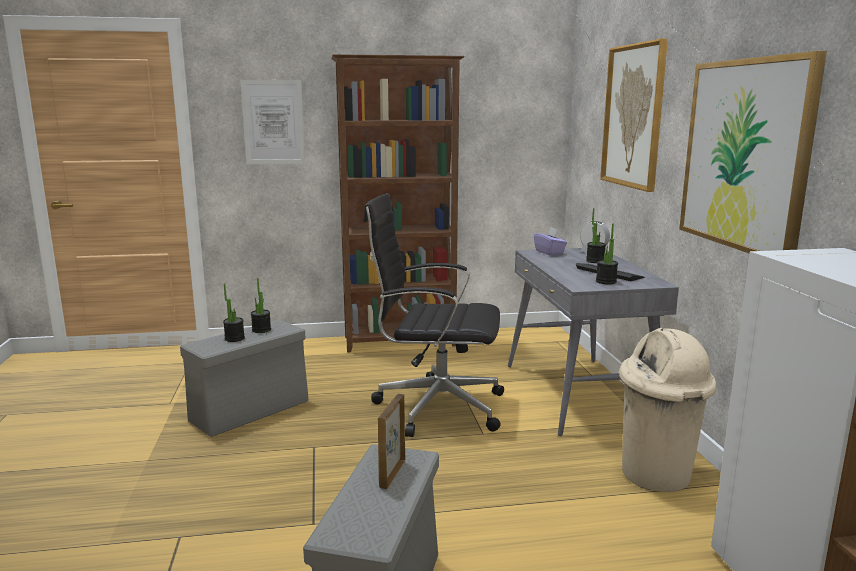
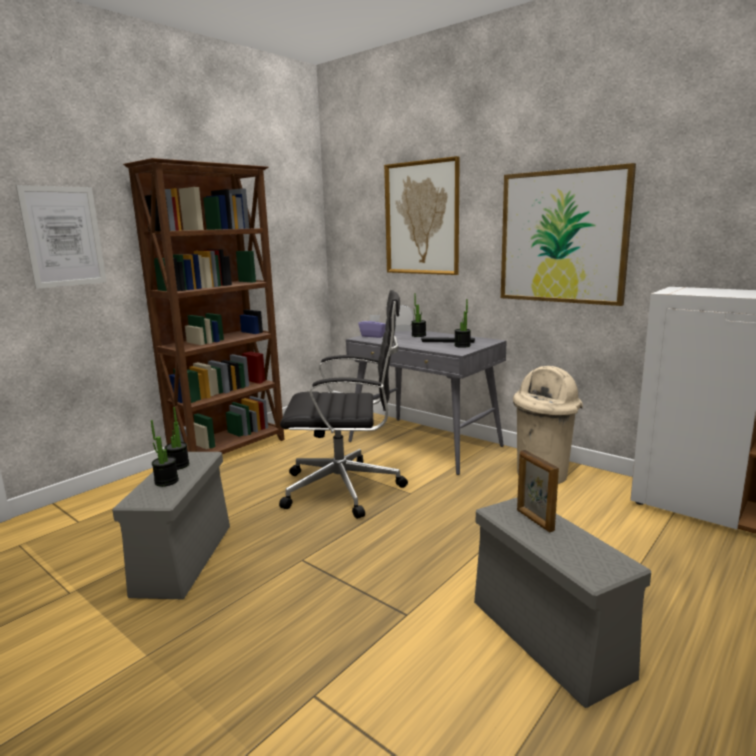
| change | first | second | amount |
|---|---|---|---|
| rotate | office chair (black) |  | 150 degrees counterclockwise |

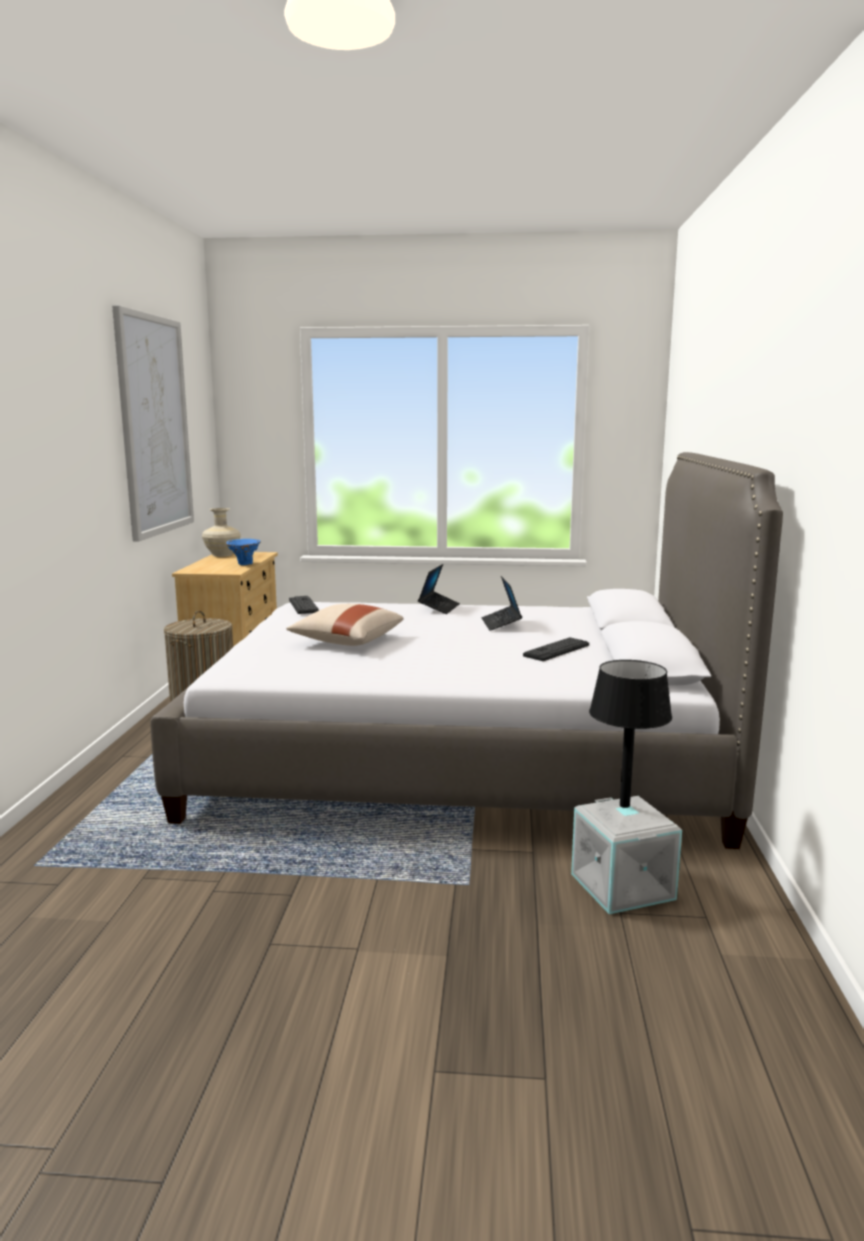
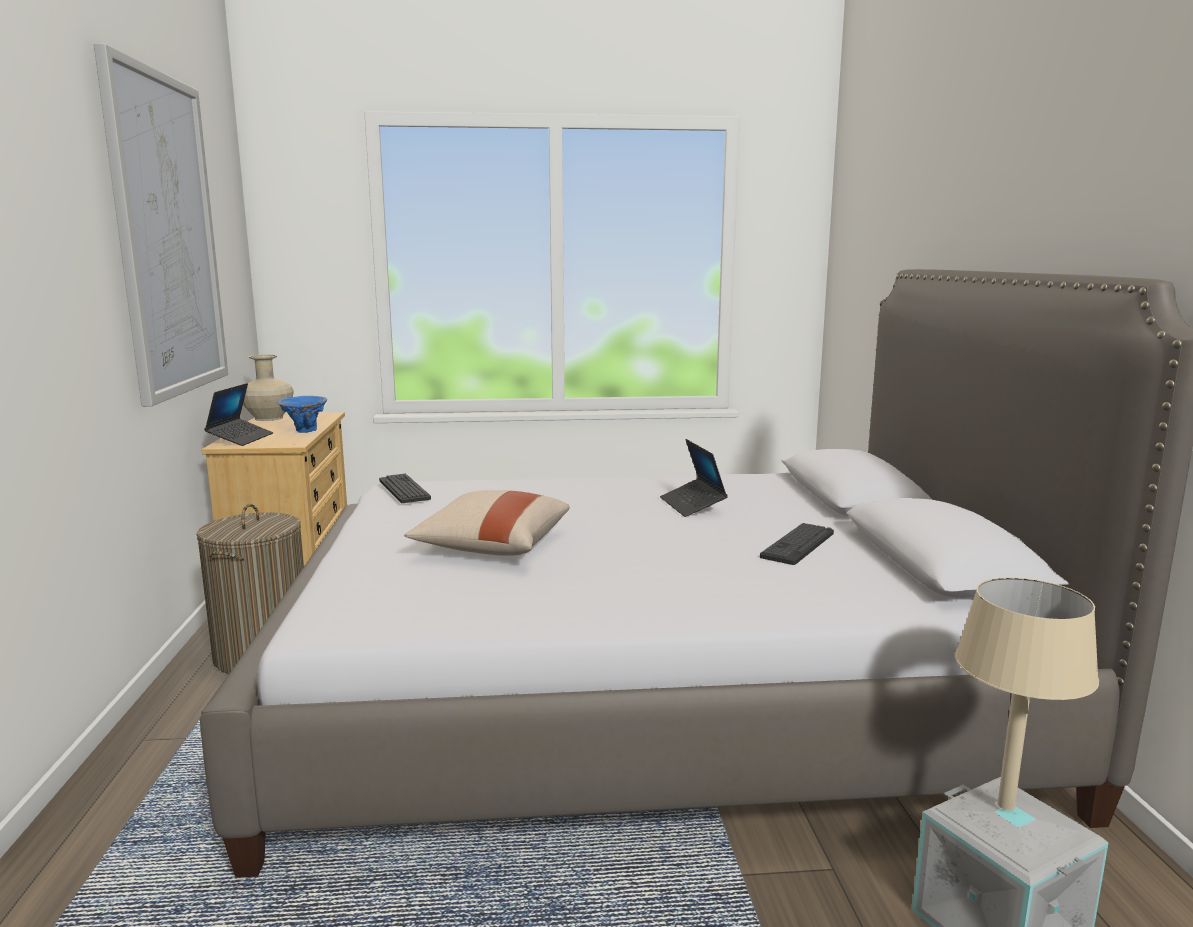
| change | first | second | amount |
|---|---|---|---|
| move | laptop (1st from left) |  |  |
| recolor | table lamp (black) | table lamp (beige) |  |

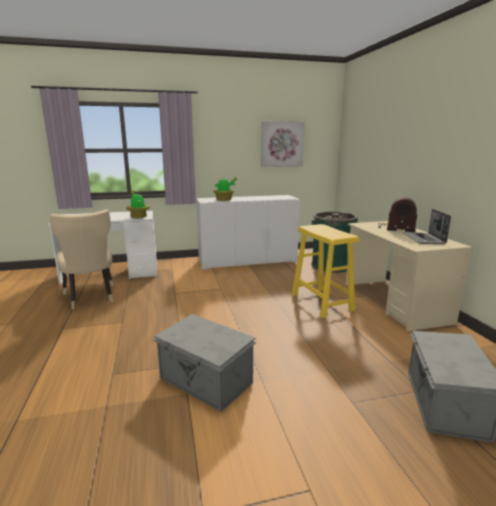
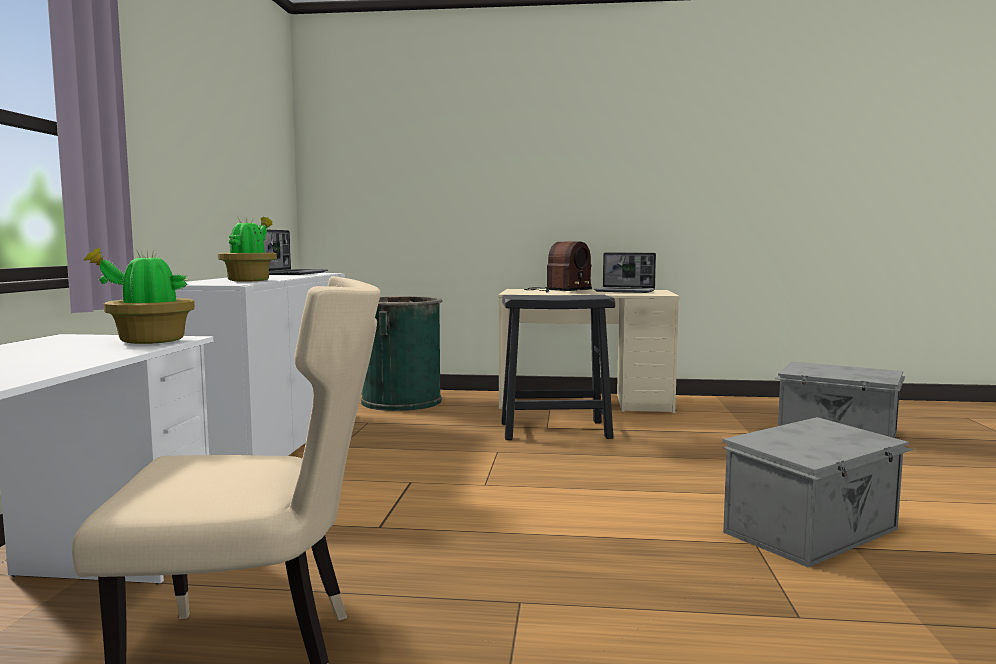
| change | first | second | amount |
|---|---|---|---|
| delete | picture |  |  |
| insert |  | laptop (1st from left) |  |
| recolor | stool (yellow) | stool (black) |  |

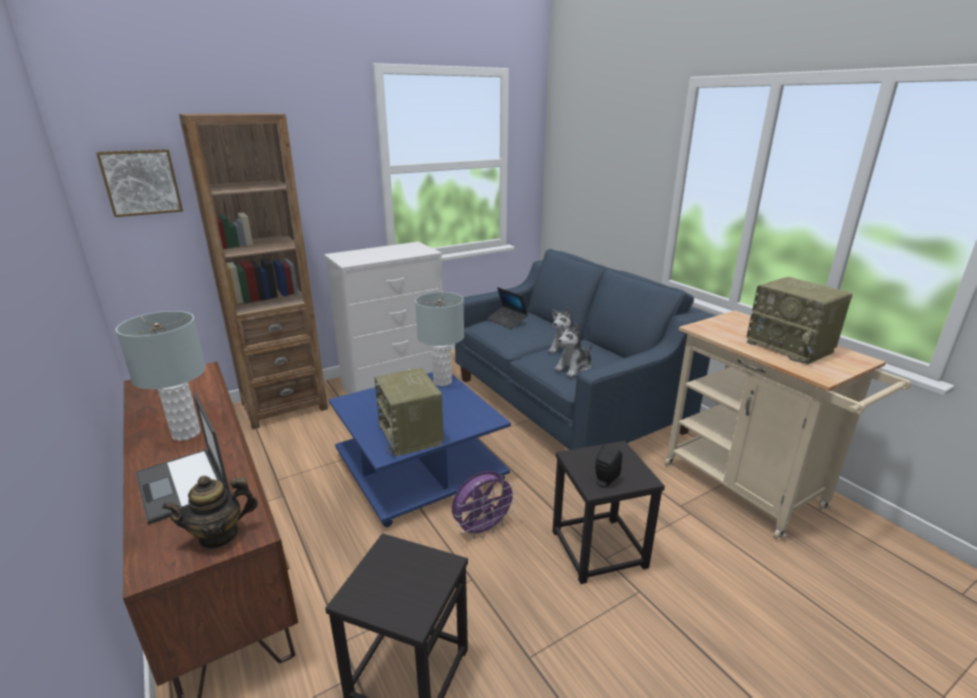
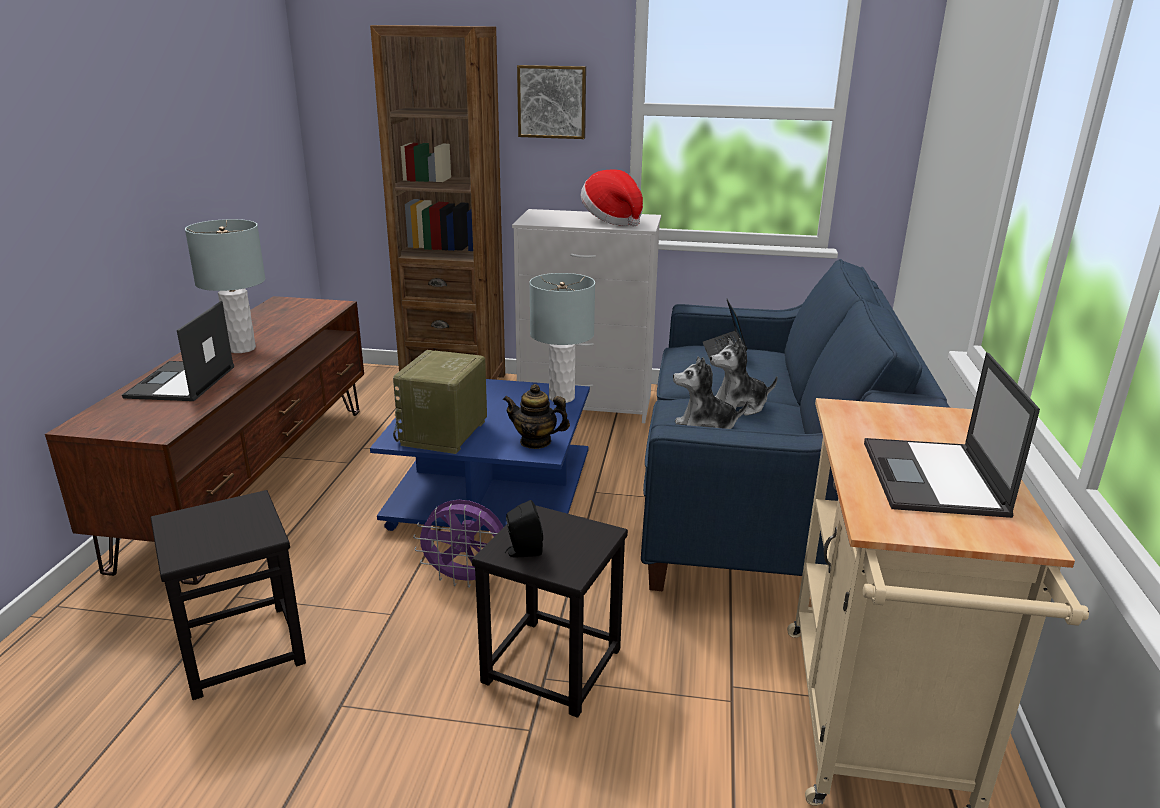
| change | first | second | amount |
|---|---|---|---|
| insert |  | hat |  |
| move | picture |  |  |
| move | teapot |  |  |
| replace | radio (2nd from left) | laptop (3rd from left) |  |

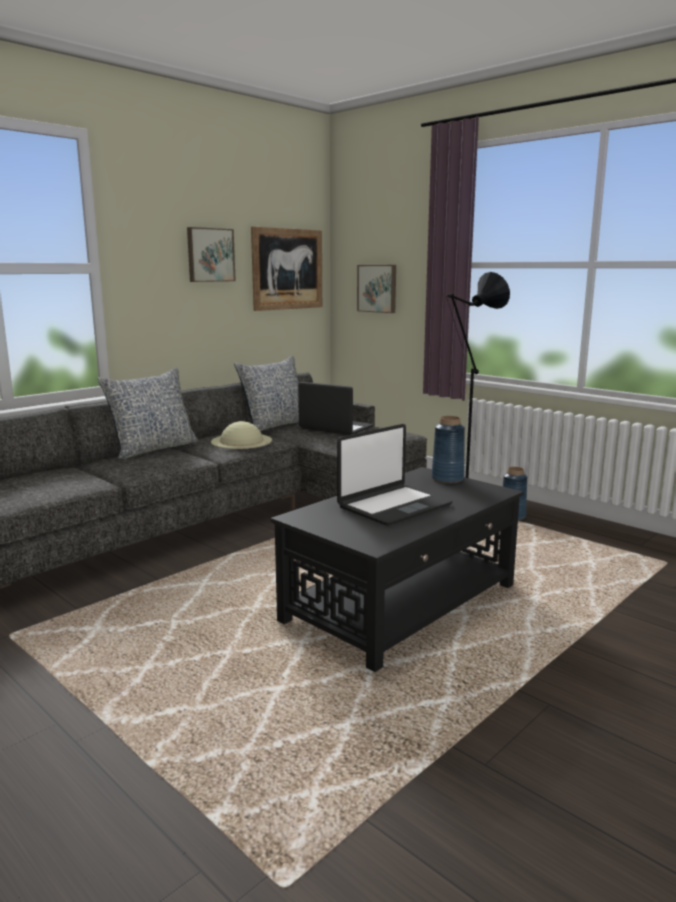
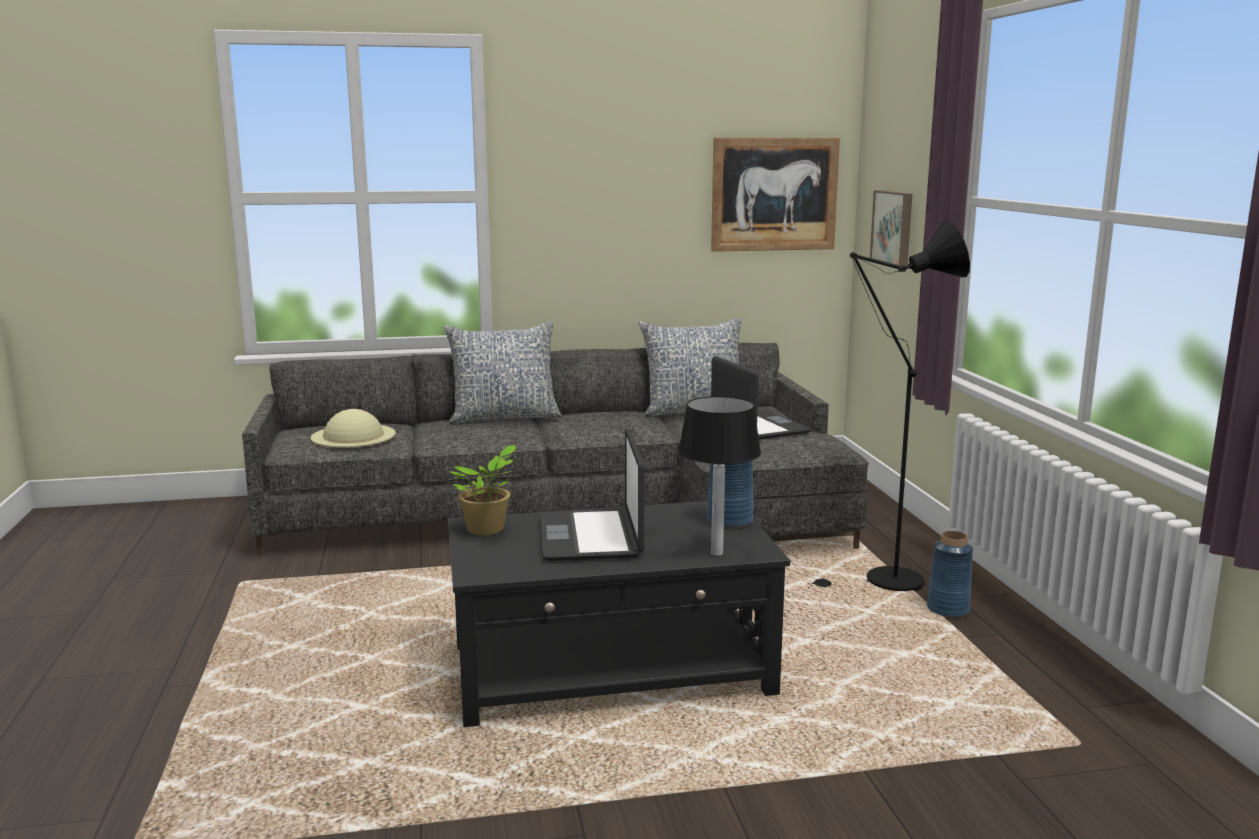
| change | first | second | amount |
|---|---|---|---|
| delete | picture (1st from left) |  |  |
| insert |  | potted plant |  |
| insert |  | table lamp |  |
| move | hat (beige) |  |  |
| rotate | laptop (2nd from left in the first image) | laptop (1st from left) | 90 degrees clockwise |

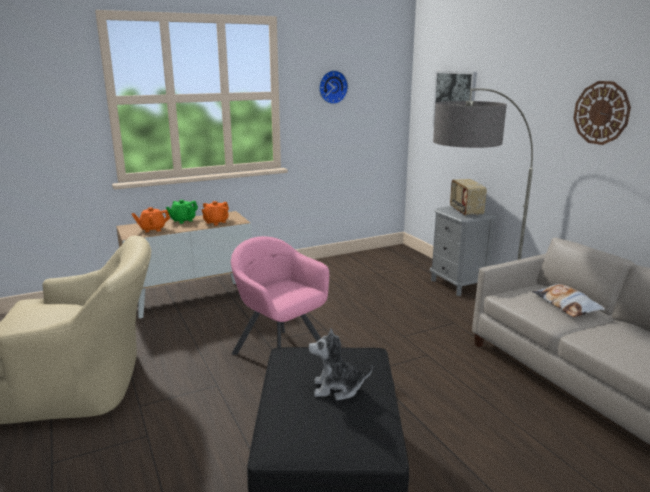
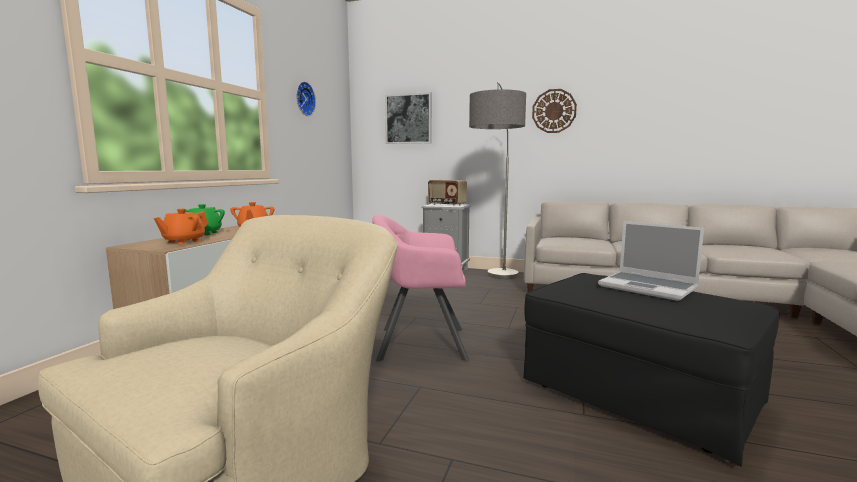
| change | first | second | amount |
|---|---|---|---|
| delete | pillow |  |  |
| replace | plush toy | laptop |  |

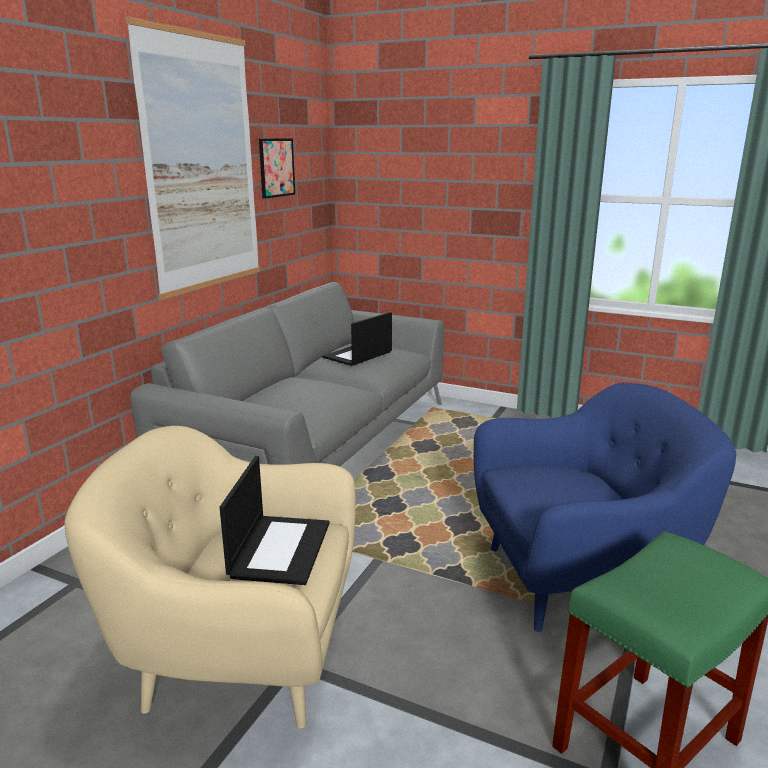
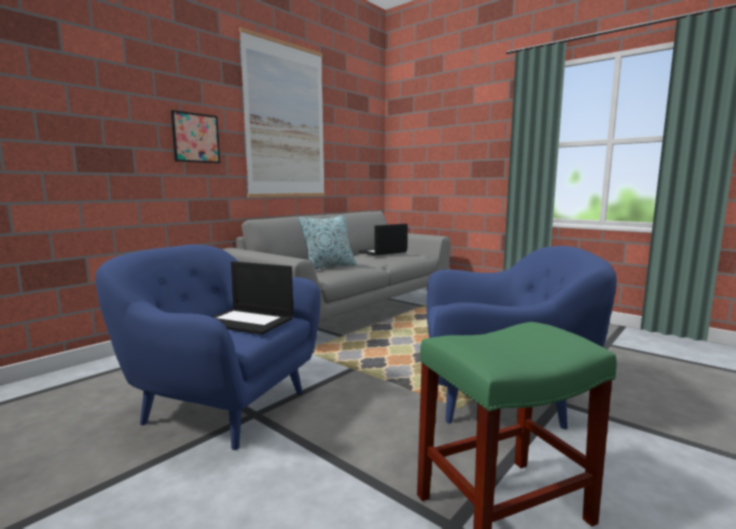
| change | first | second | amount |
|---|---|---|---|
| insert |  | pillow |  |
| move | picture (2nd from left in the first image) | picture (1st from left) |  |
| recolor | armchair (beige) | armchair (blue) (1st from left) |  |
| rotate | laptop (1st from left) |  | 90 degrees clockwise |

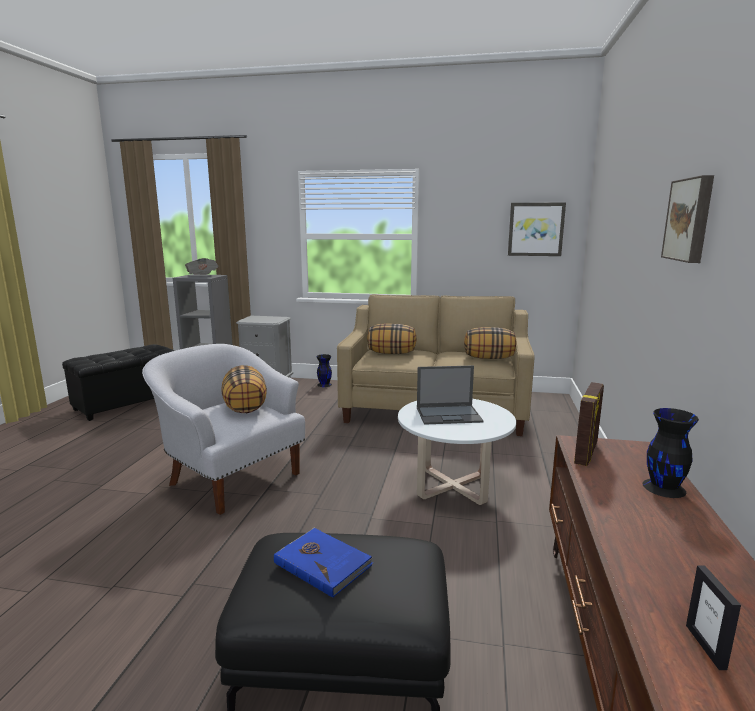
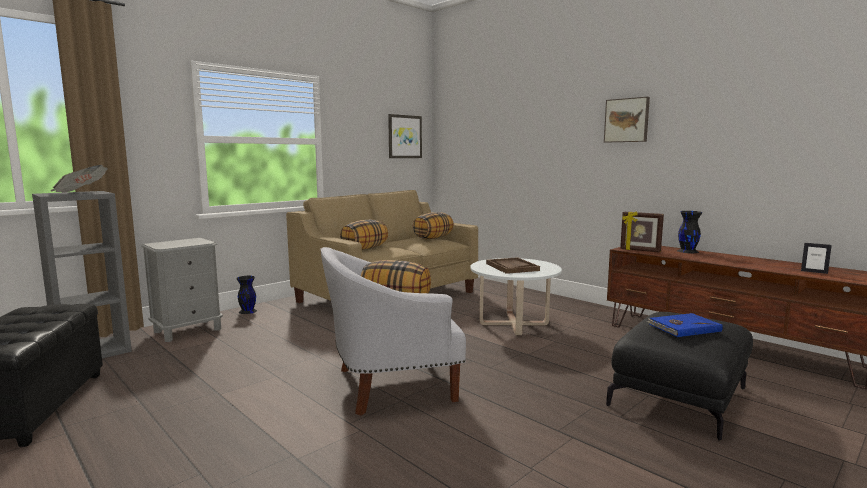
| change | first | second | amount |
|---|---|---|---|
| replace | laptop | tray (brown) |  |
| rotate | picture frame (1st from left) |  | 150 degrees clockwise |

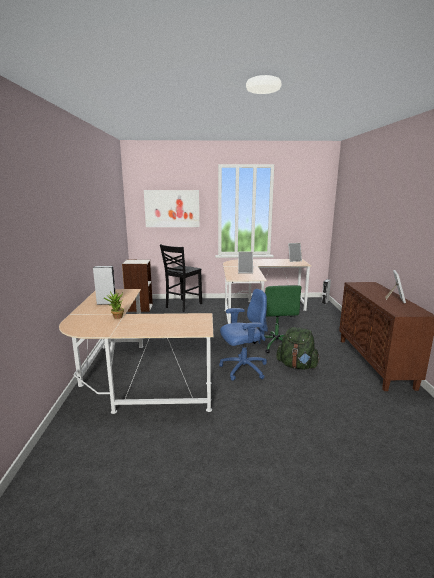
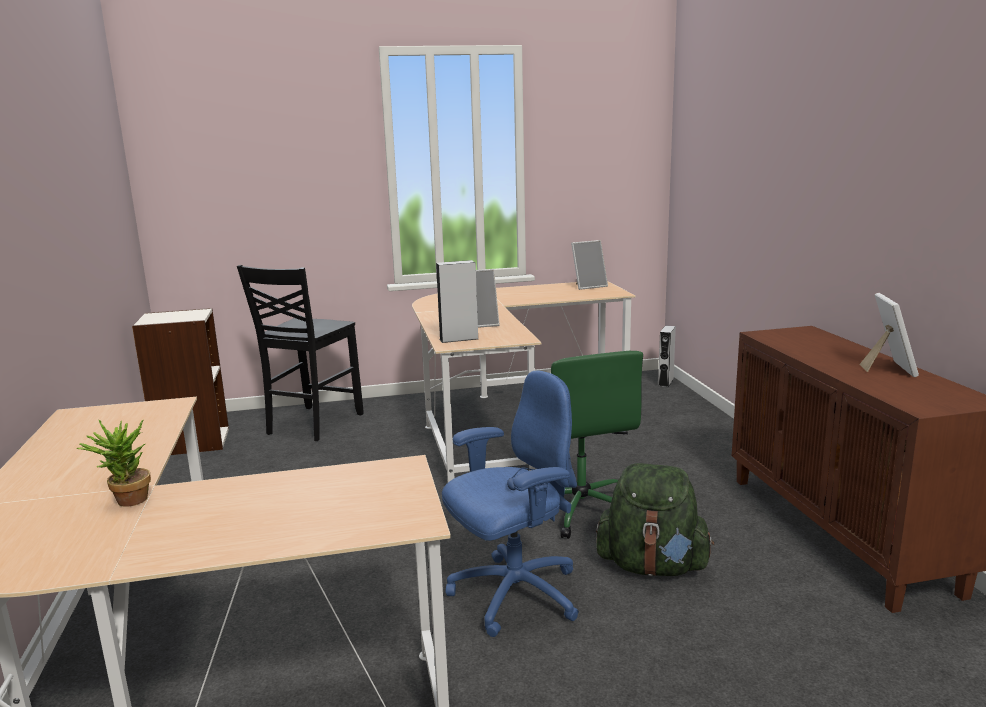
| change | first | second | amount |
|---|---|---|---|
| delete | picture |  |  |
| move | speaker (grey) (1st from left) |  |  |

